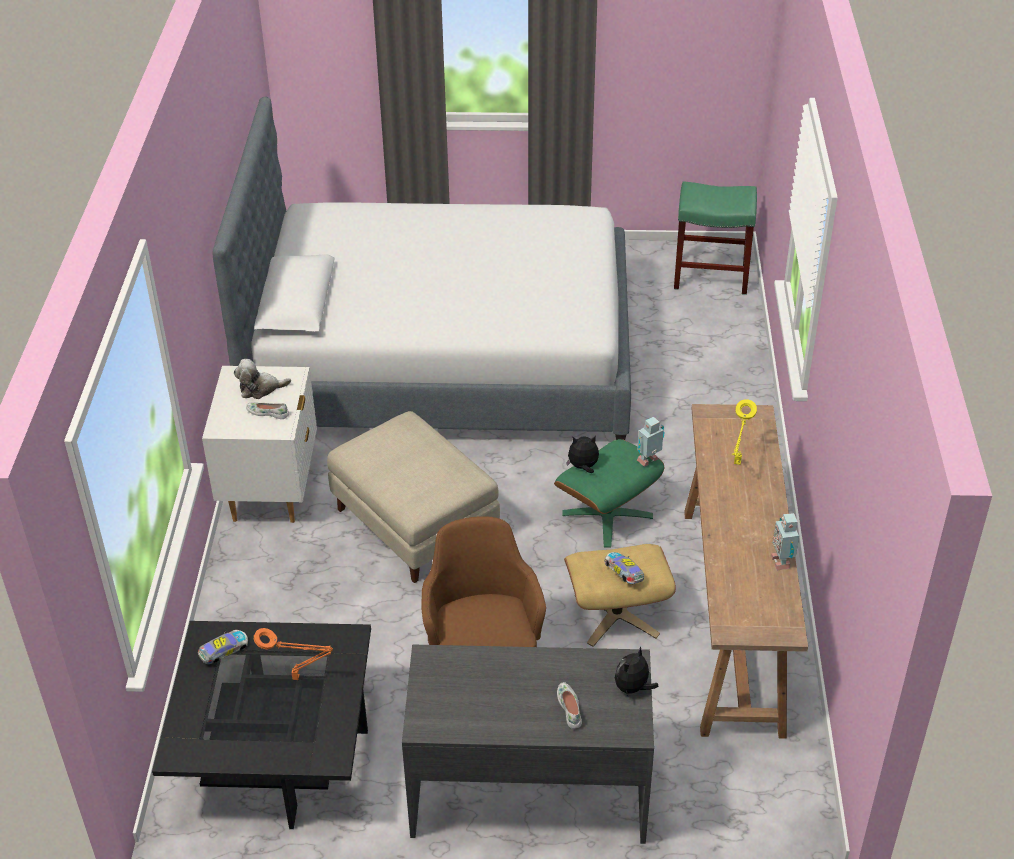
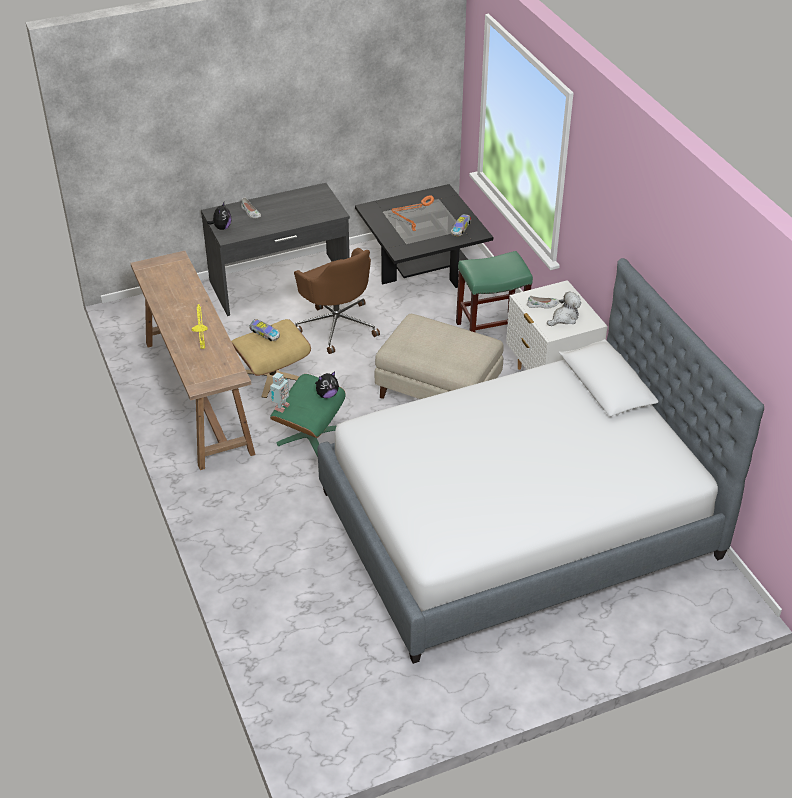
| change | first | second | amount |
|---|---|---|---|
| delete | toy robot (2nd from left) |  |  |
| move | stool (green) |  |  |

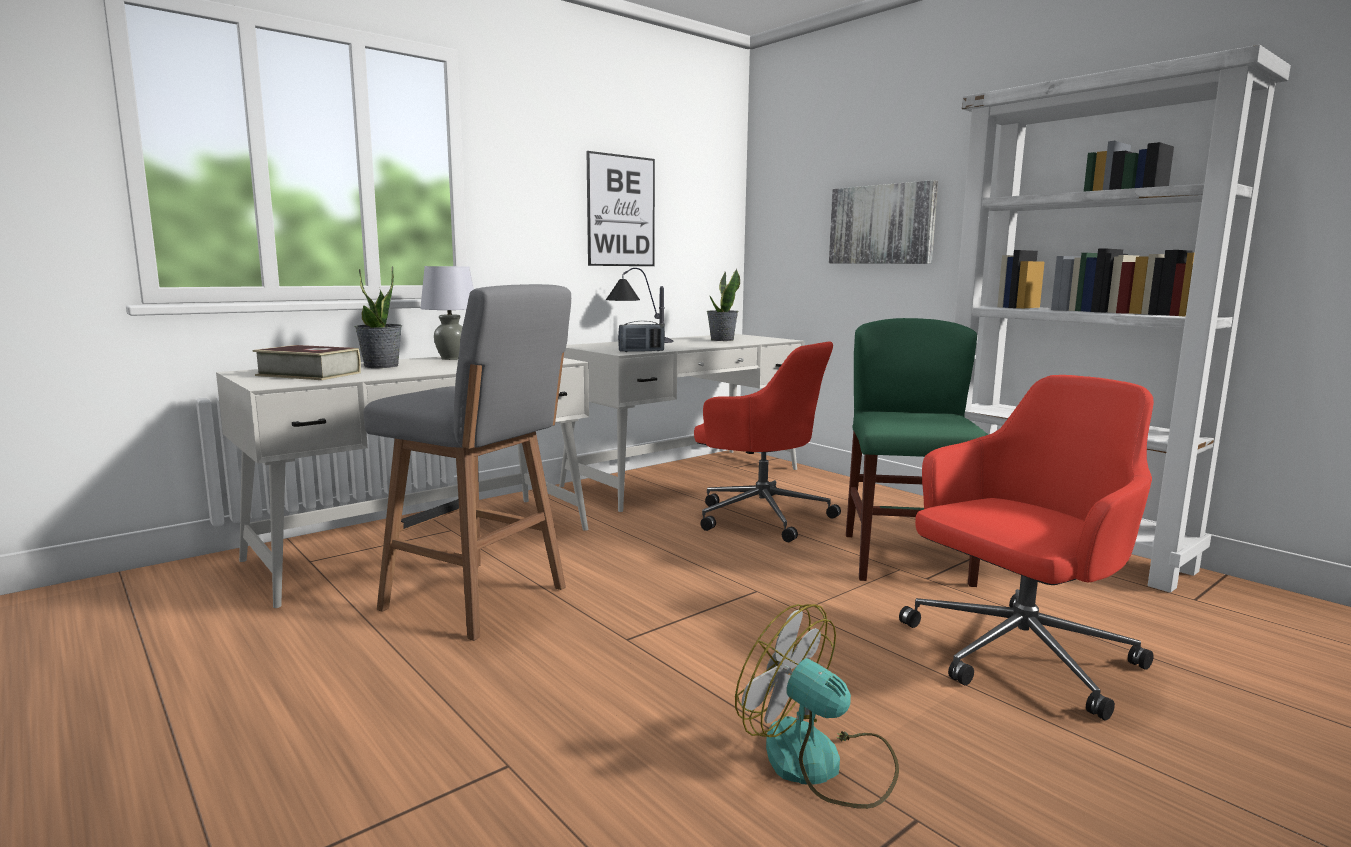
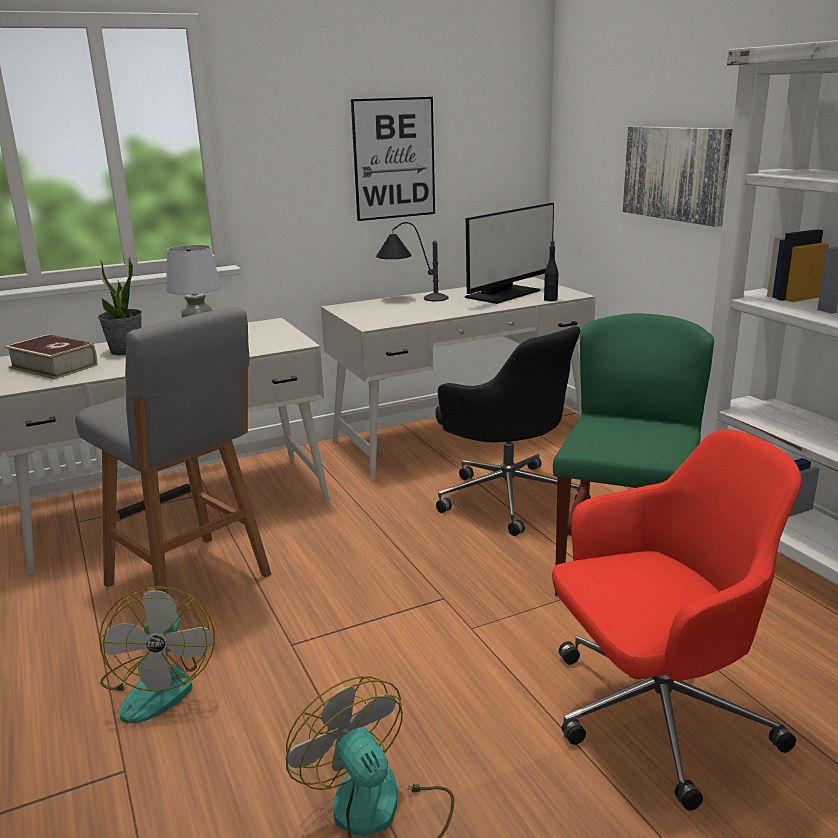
| change | first | second | amount |
|---|---|---|---|
| delete | radio |  |  |
| insert |  | fan (1st from left) |  |
| insert |  | bottle (black) |  |
| replace | potted plant (2nd from left) | monitor |  |
| recolor | office chair (red) (1st from left) | office chair (black) |  |

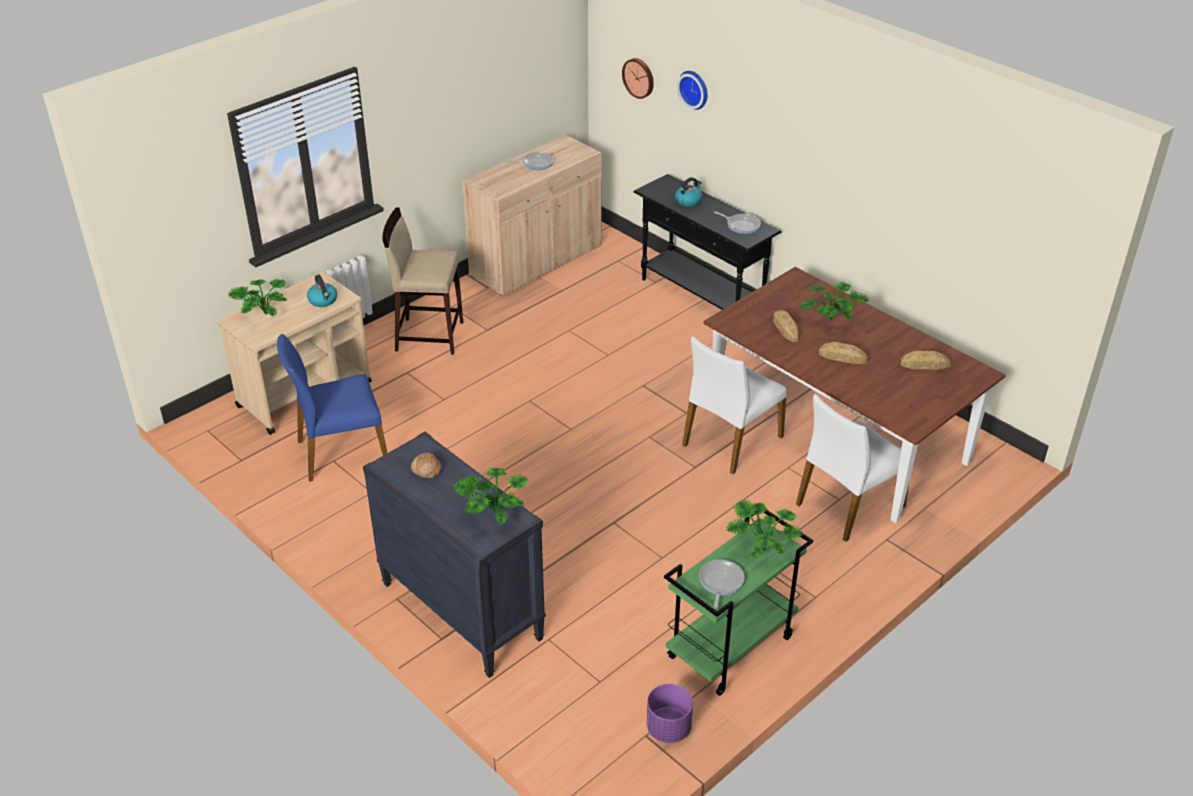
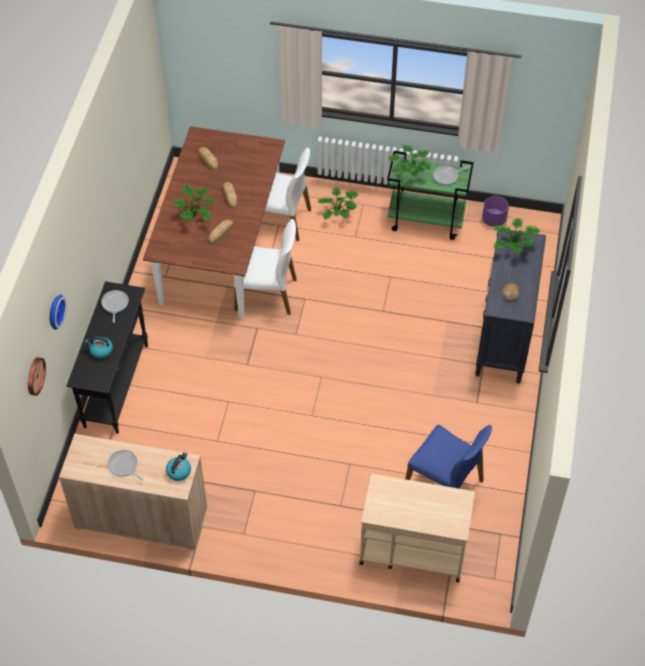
| change | first | second | amount |
|---|---|---|---|
| delete | stool (beige) |  |  |
| move | potted plant (1st from left in the first image) | potted plant (2nd from left) |  |
| move | kettle (1st from left in the first image) | kettle (2nd from left) |  |

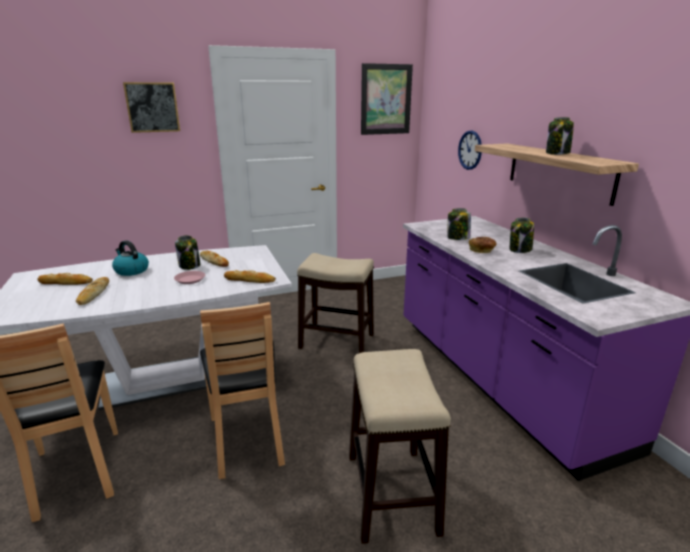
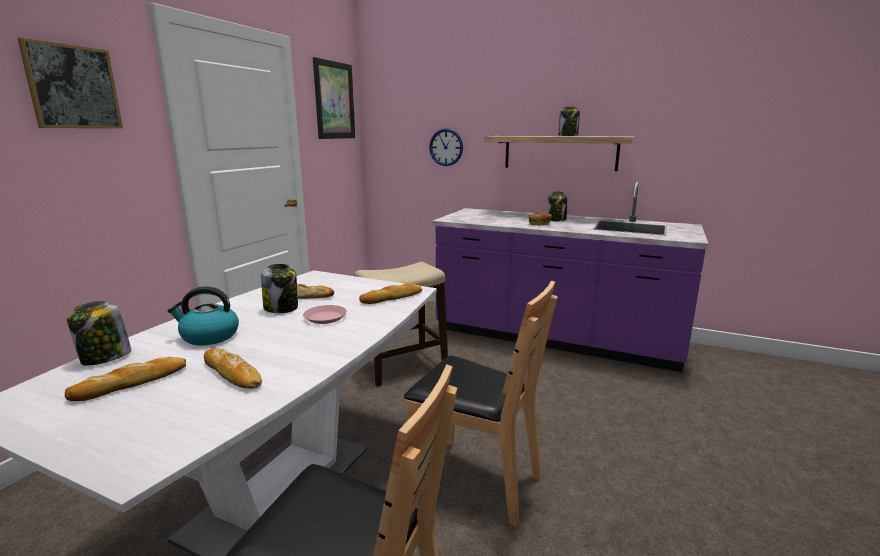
| change | first | second | amount |
|---|---|---|---|
| delete | stool (2nd from left) |  |  |
| move | jar (2nd from left in the first image) | jar (1st from left) |  |

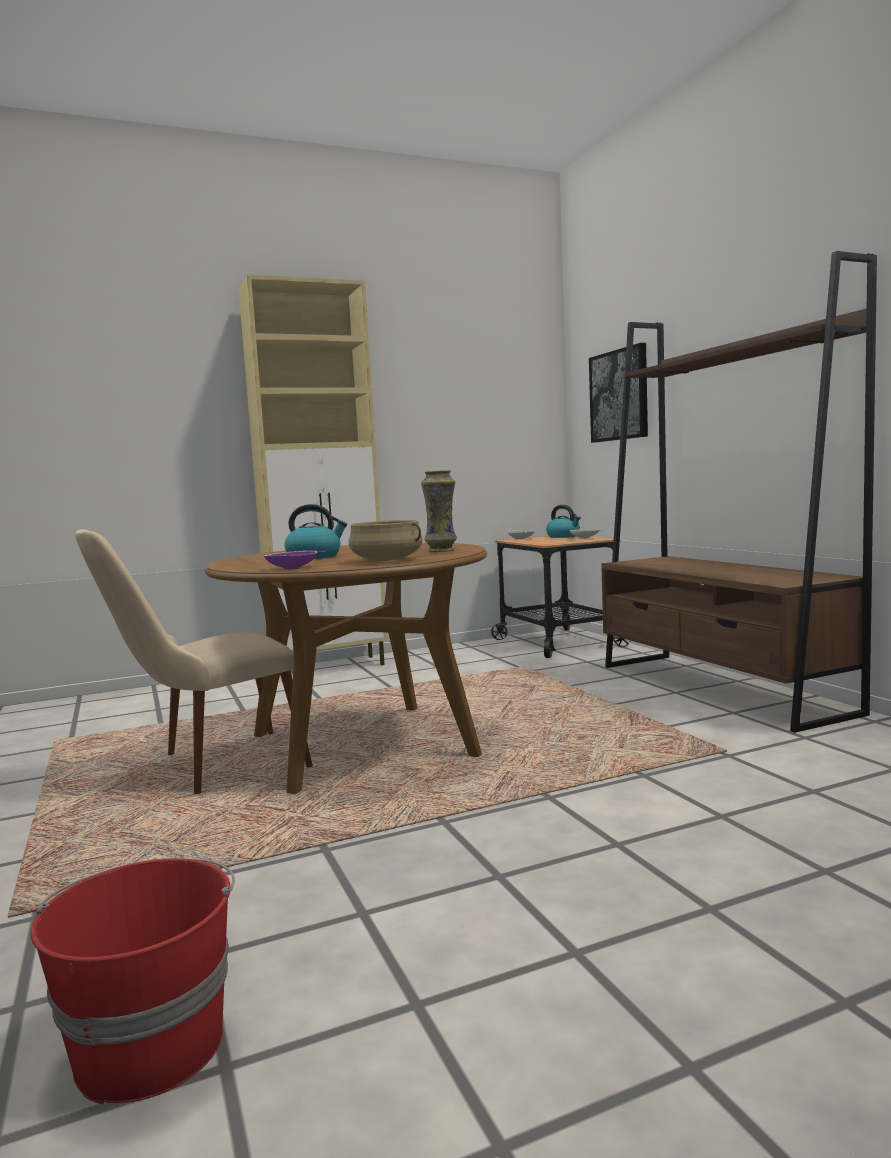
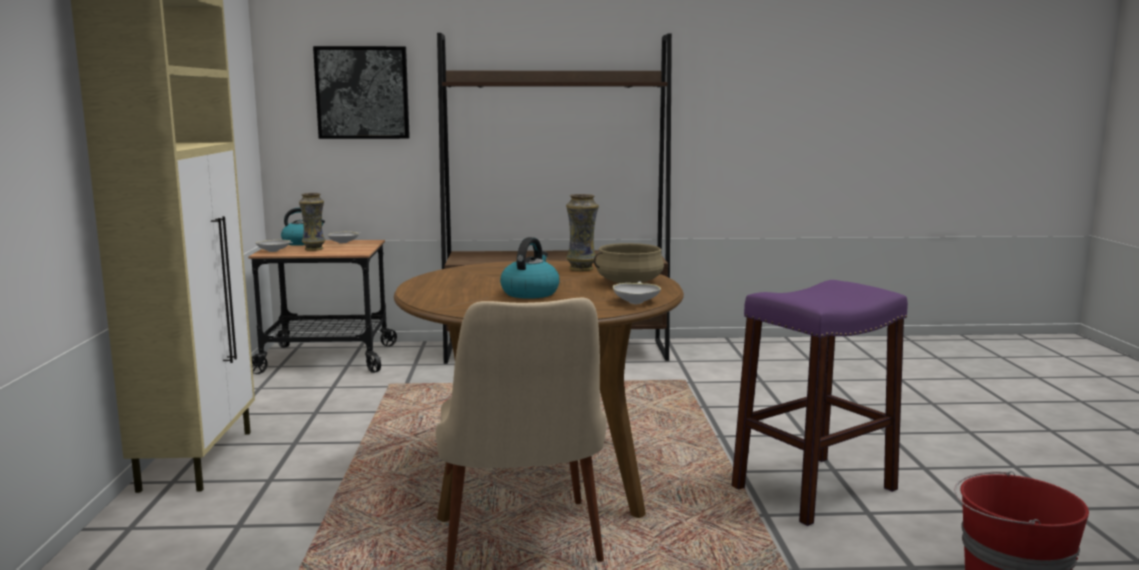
| change | first | second | amount |
|---|---|---|---|
| insert |  | vase (1st from left) |  |
| insert |  | stool (purple) |  |
| recolor | bowl (purple) | bowl (white) (3rd from left) |  |

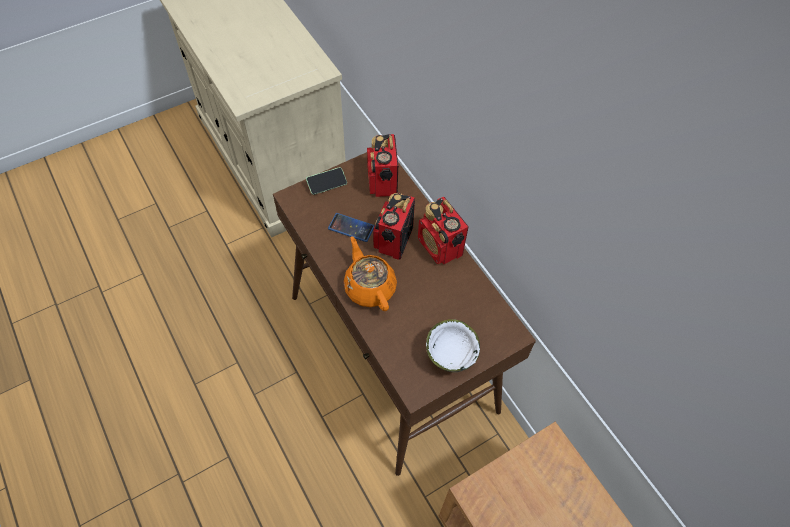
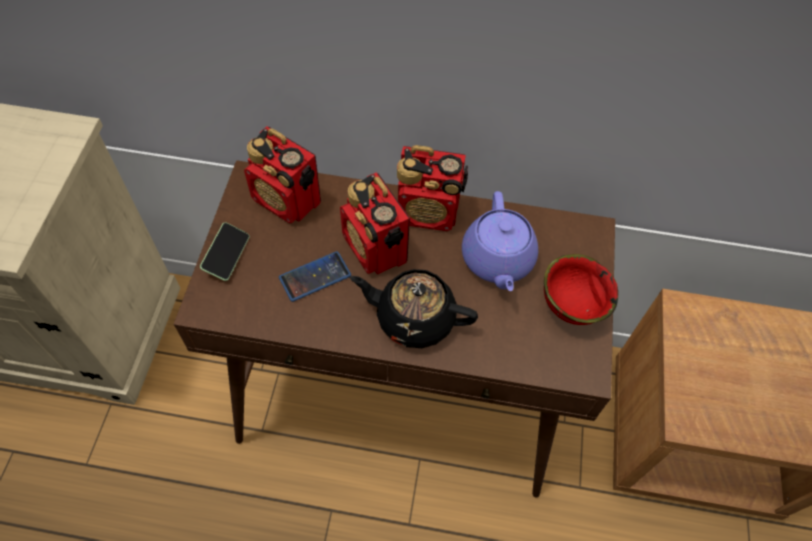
| change | first | second | amount |
|---|---|---|---|
| insert |  | teapot (purple) |  |
| recolor | teapot (orange) | teapot (black) |  |
| recolor | bowl (white) | bowl (red) |  |

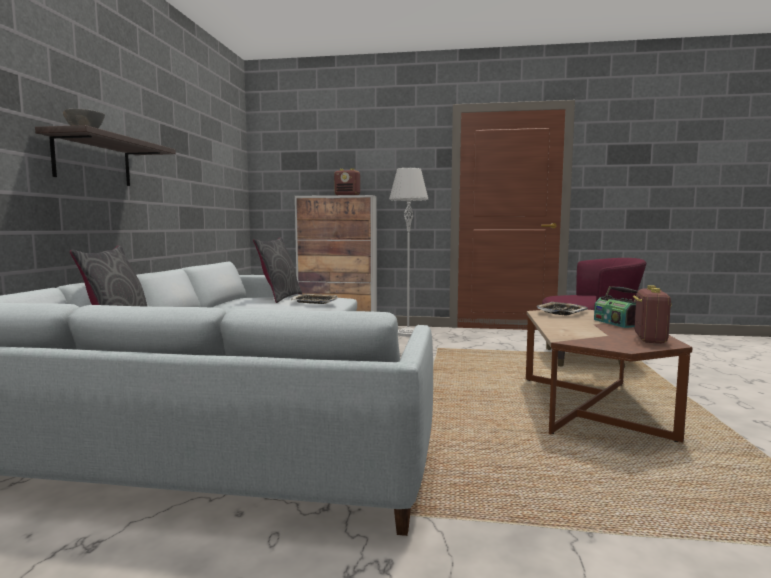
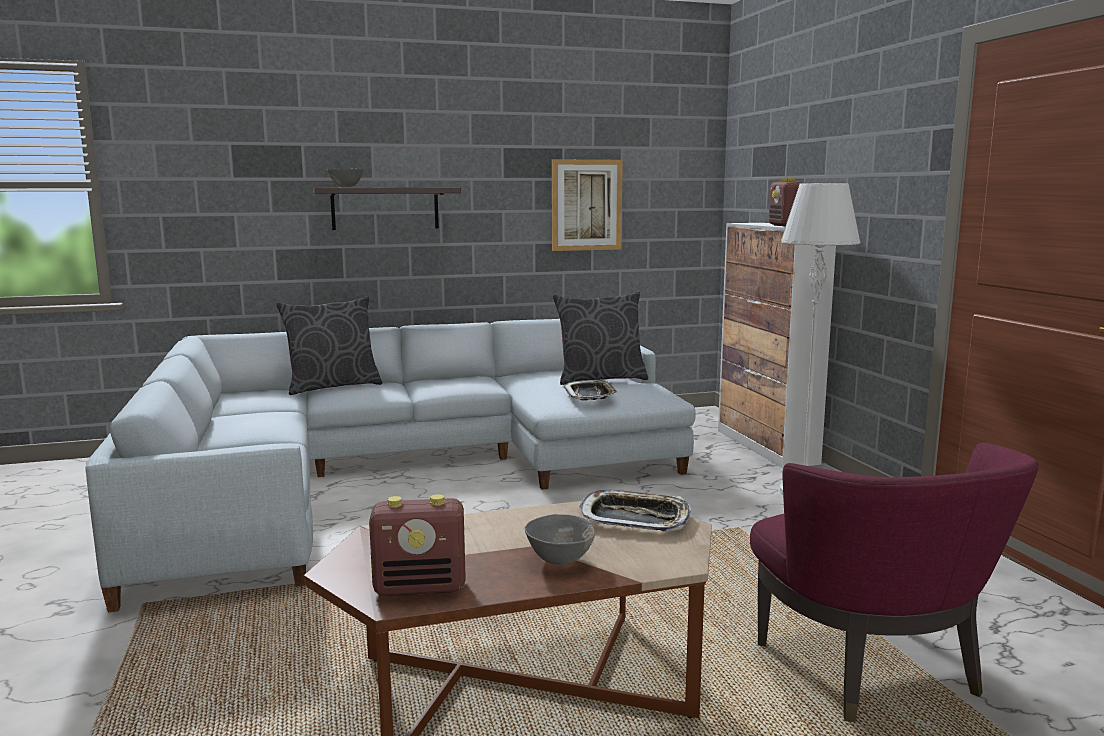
| change | first | second | amount |
|---|---|---|---|
| insert |  | picture |  |
| replace | radio (2nd from left) | bowl (grey) (2nd from left) |  |

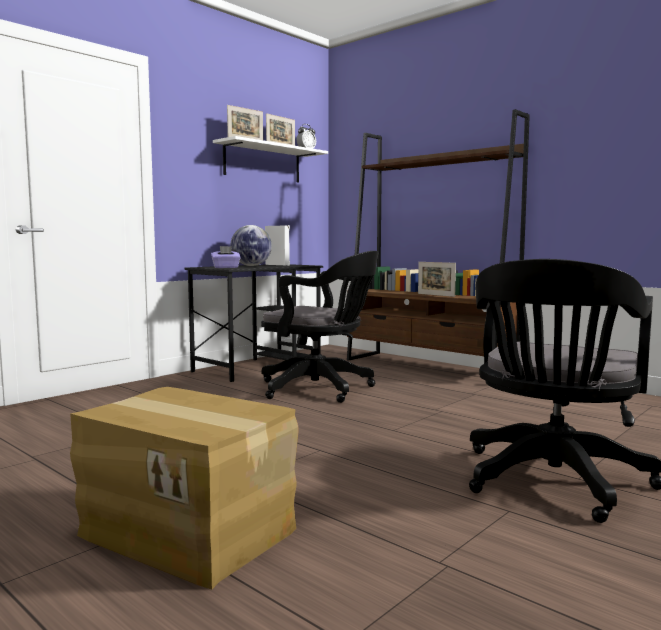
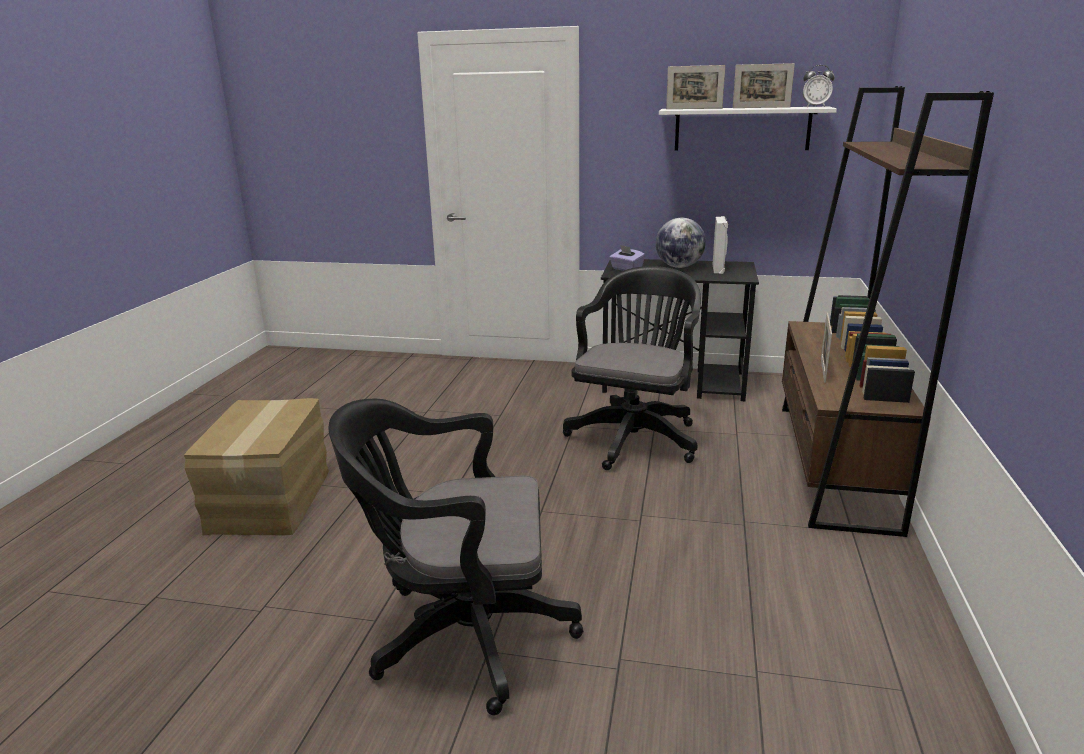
| change | first | second | amount |
|---|---|---|---|
| rotate | office chair (black) (1st from left in the first image) | office chair (black) (2nd from left) | 150 degrees counterclockwise |

